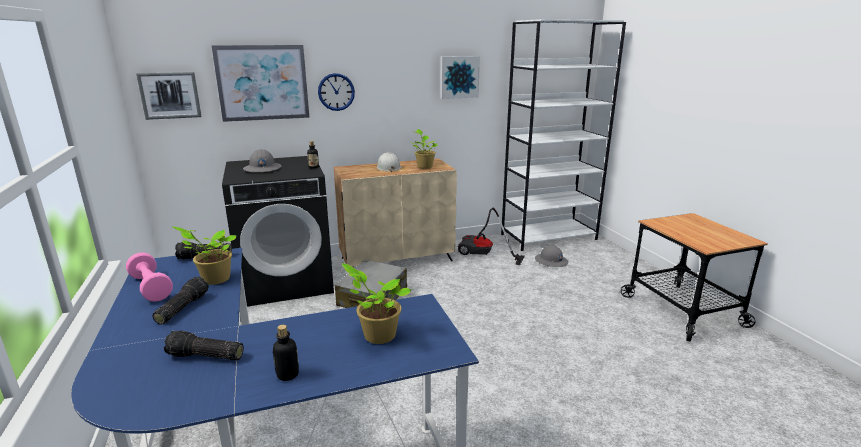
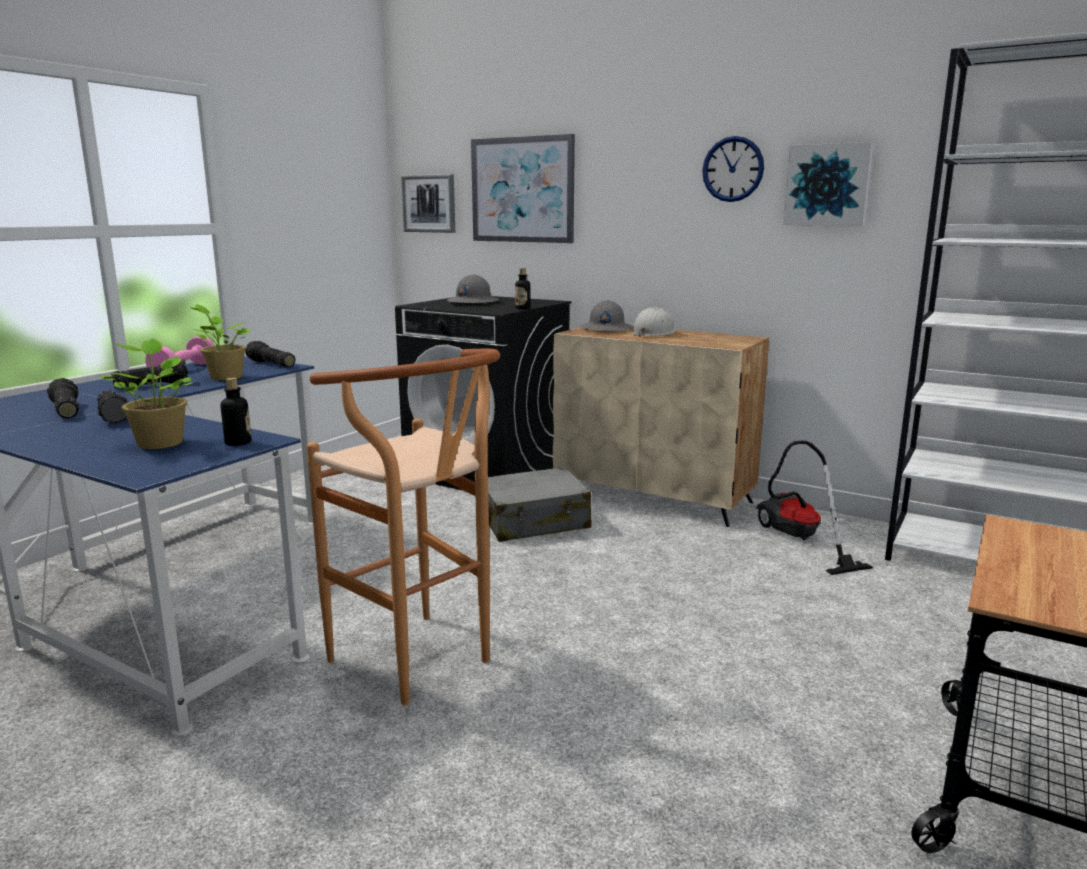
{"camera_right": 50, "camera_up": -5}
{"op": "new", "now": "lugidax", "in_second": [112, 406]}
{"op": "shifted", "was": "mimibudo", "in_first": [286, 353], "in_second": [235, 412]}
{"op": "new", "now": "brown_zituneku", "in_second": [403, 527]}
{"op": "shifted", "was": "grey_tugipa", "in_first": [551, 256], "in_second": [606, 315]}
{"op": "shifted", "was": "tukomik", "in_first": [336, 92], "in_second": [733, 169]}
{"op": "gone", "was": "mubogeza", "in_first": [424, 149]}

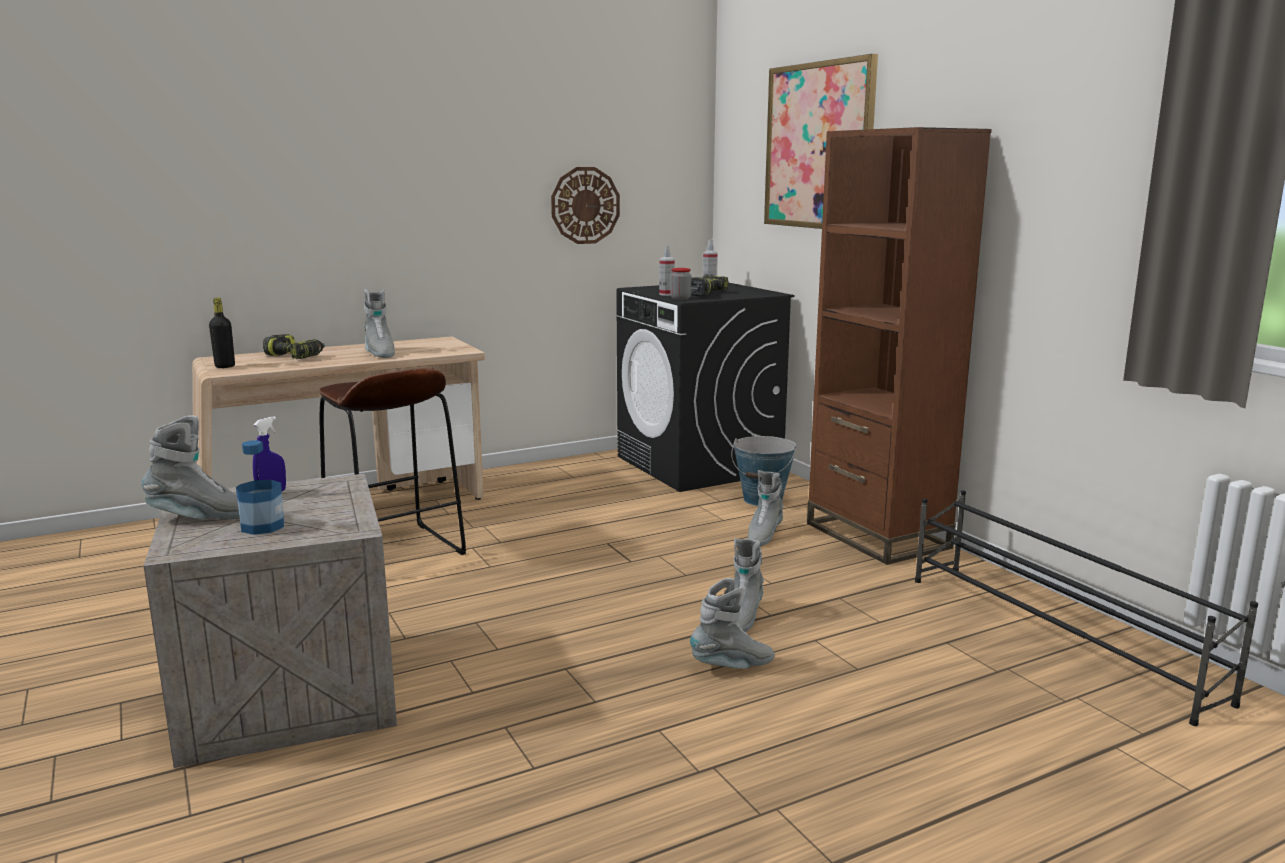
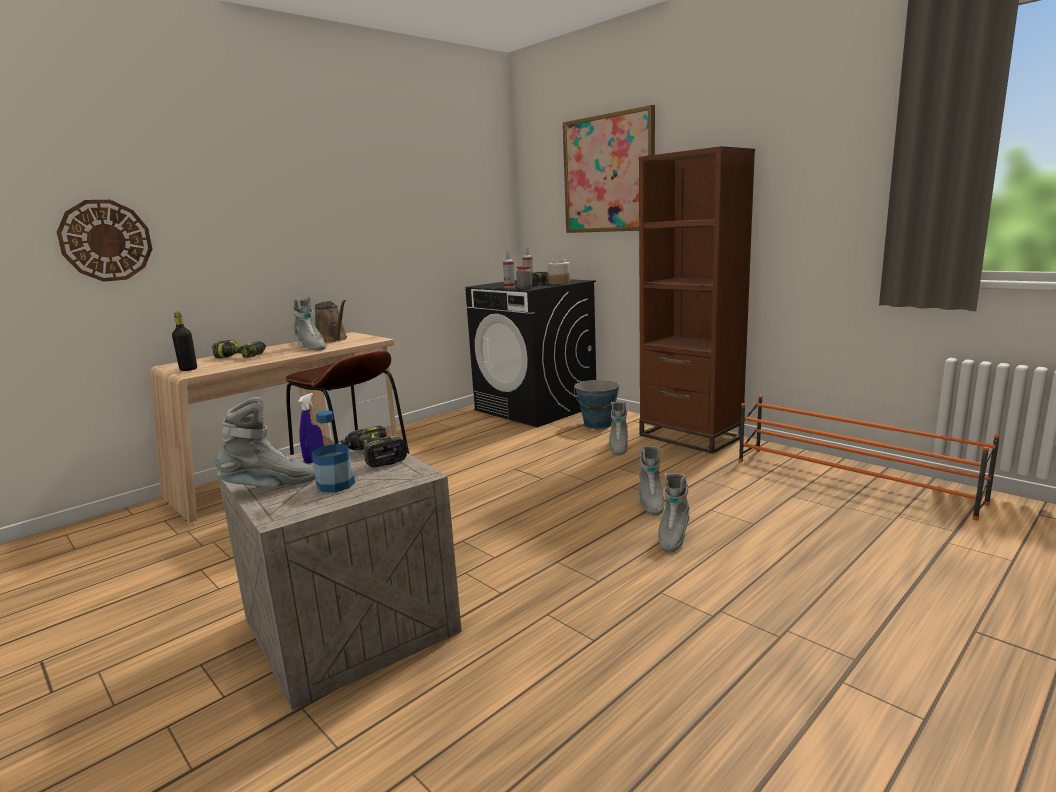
{"camera_right": -15, "camera_up": 0}
{"op": "shifted", "was": "tukomik", "in_first": [585, 205], "in_second": [104, 241]}
{"op": "new", "now": "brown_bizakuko", "in_second": [331, 321]}
{"op": "new", "now": "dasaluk", "in_second": [374, 447]}
{"op": "new", "now": "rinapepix", "in_second": [559, 271]}
{"op": "rotated", "was": "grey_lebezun", "in_first": [732, 623], "in_second": [674, 513], "clockwise": 150}
{"op": "repainted", "was": "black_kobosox", "now": "orange_kobosox", "in_first": [1086, 608], "in_second": [869, 458]}

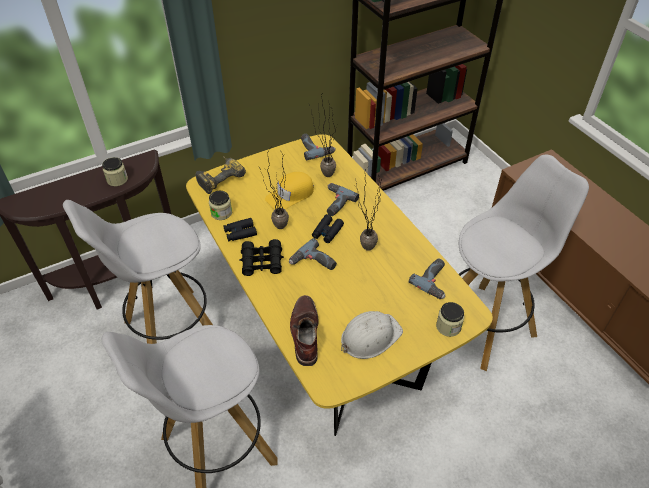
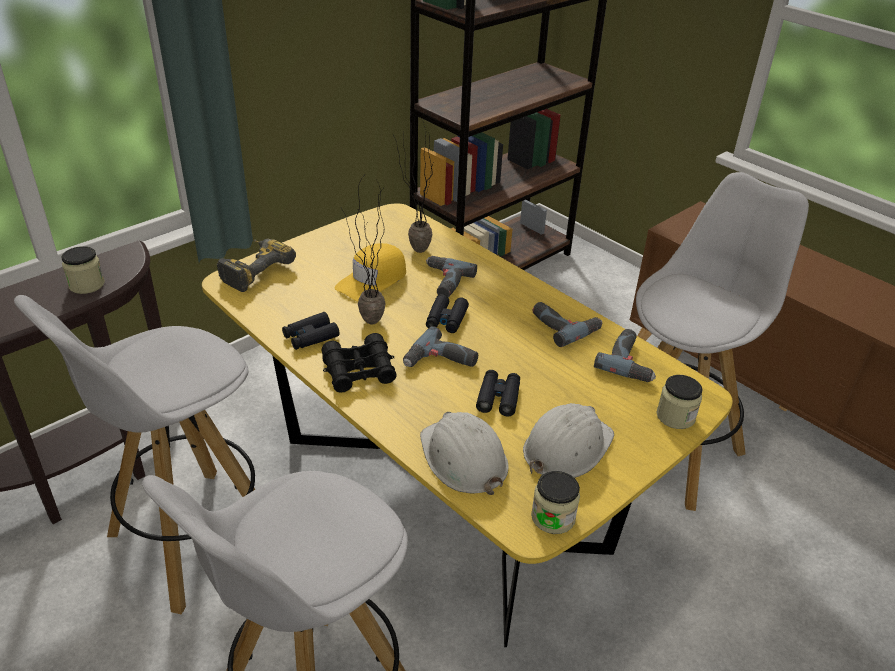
{"camera_right": -15, "camera_up": -10}
{"op": "swapped", "was": "brown_lebezun", "now": "white_tugipa", "in_first": [304, 330], "in_second": [464, 453]}
{"op": "new", "now": "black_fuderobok", "in_second": [498, 393]}
{"op": "shifted", "was": "rinapepix", "in_first": [220, 205], "in_second": [555, 502]}
{"op": "shifted", "was": "dasaluk", "in_first": [318, 147], "in_second": [567, 324]}
{"op": "gone", "was": "mubogeza", "in_first": [368, 209]}

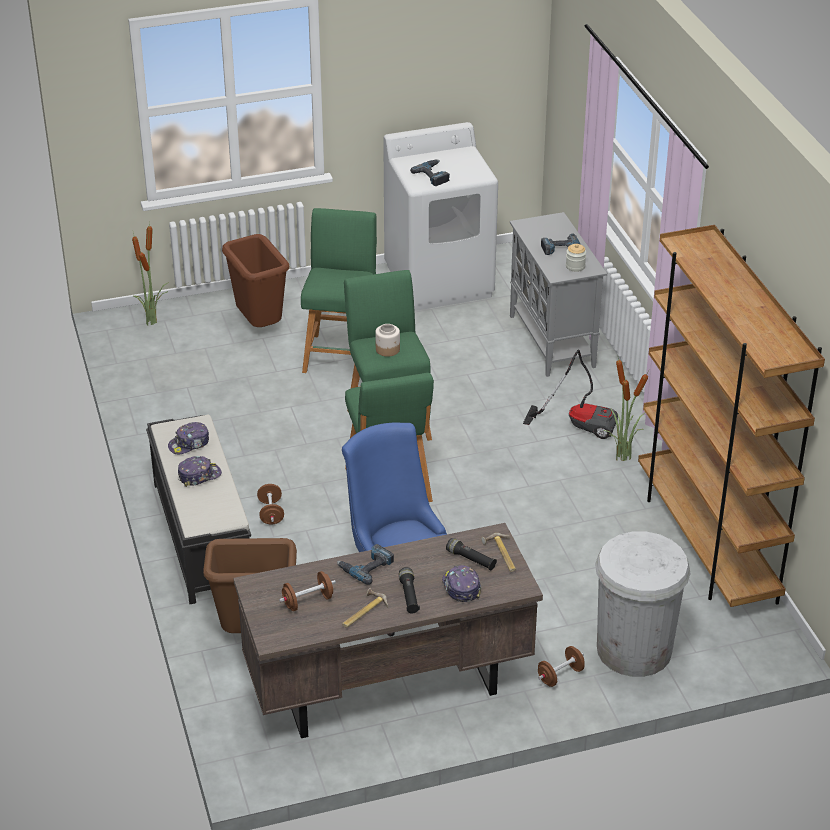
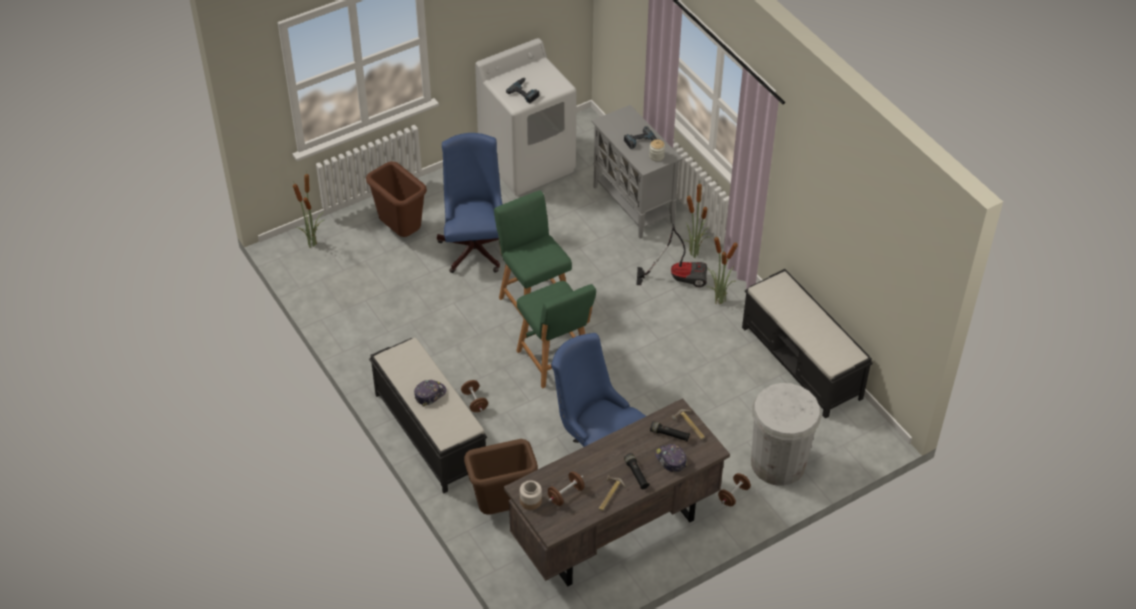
{"camera_right": -15, "camera_up": 10}
{"op": "swapped", "was": "green_zituneku", "now": "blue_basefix", "in_first": [339, 290], "in_second": [469, 203]}
{"op": "shifted", "was": "rinapepix", "in_first": [387, 340], "in_second": [531, 495]}
{"op": "new", "now": "mubogeza", "in_second": [697, 220]}
{"op": "swapped", "was": "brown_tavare", "now": "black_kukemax", "in_first": [731, 416], "in_second": [807, 344]}
{"op": "gone", "was": "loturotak", "in_first": [188, 438]}
{"op": "gone", "was": "dasaluk", "in_first": [365, 564]}

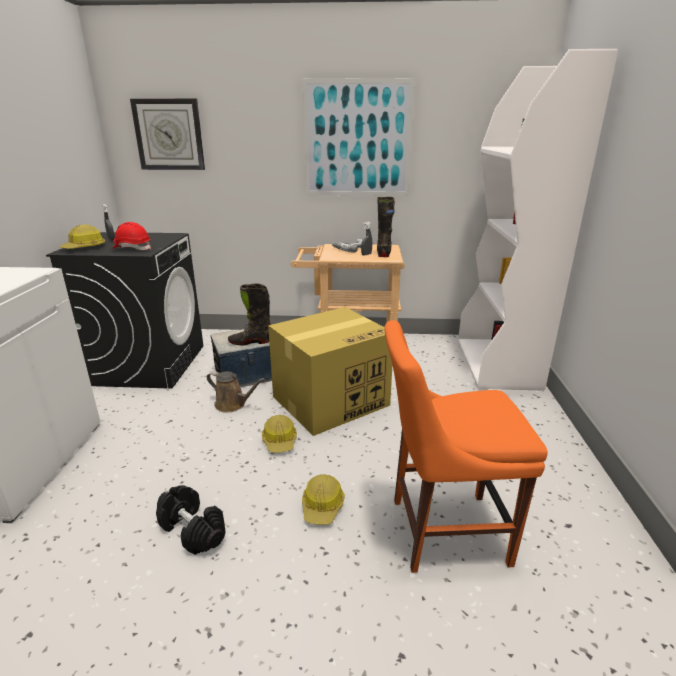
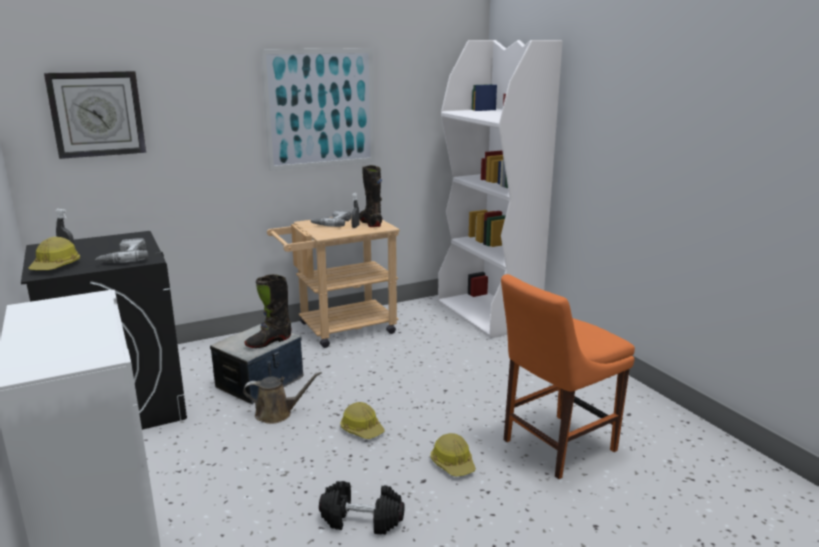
{"camera_right": -30, "camera_up": -5}
{"op": "swapped", "was": "red_tugipa", "now": "dasaluk", "in_first": [131, 236], "in_second": [121, 250]}
{"op": "gone", "was": "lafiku", "in_first": [330, 371]}

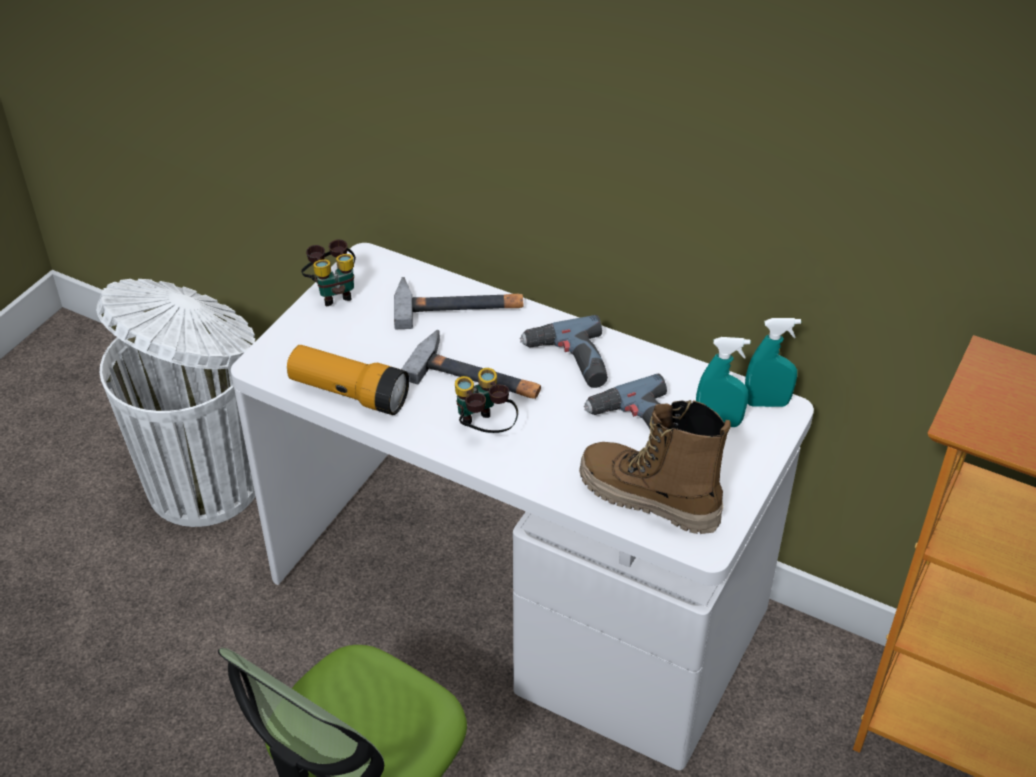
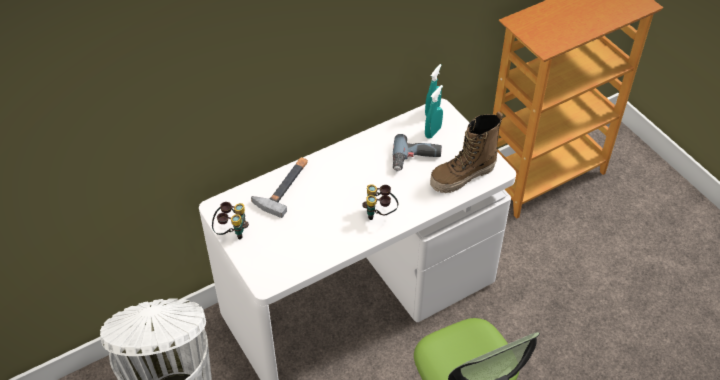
{"camera_right": -60, "camera_up": 5}
{"op": "gone", "was": "lugidax", "in_first": [348, 380]}
{"op": "gone", "was": "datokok", "in_first": [471, 364]}
{"op": "gone", "was": "dasaluk", "in_first": [564, 351]}

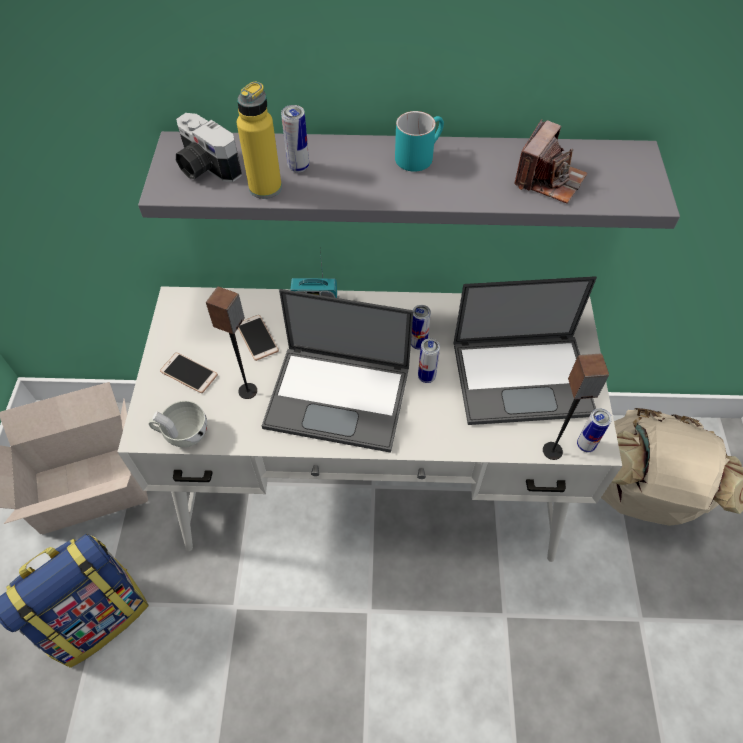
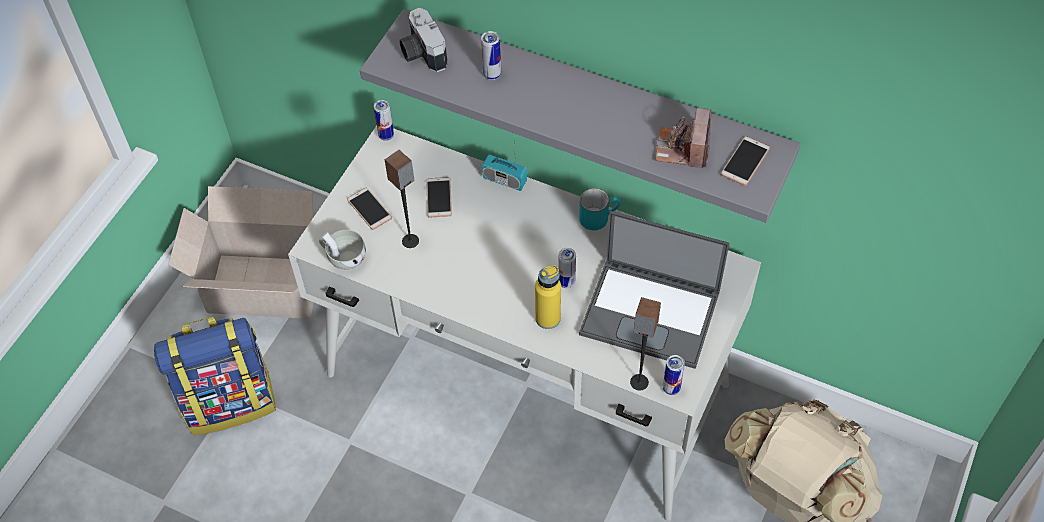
{"camera_right": 25, "camera_up": 0}
{"op": "shifted", "was": "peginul", "in_first": [421, 327], "in_second": [384, 120]}
{"op": "shifted", "was": "yellow_mimibudo", "in_first": [259, 140], "in_second": [548, 297]}
{"op": "shifted", "was": "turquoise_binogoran", "in_first": [419, 141], "in_second": [600, 209]}
{"op": "rotated", "was": "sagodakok", "in_first": [550, 161], "in_second": [683, 138], "clockwise": 135}
{"op": "new", "now": "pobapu", "in_second": [745, 161]}
{"op": "gone", "was": "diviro", "in_first": [337, 371]}

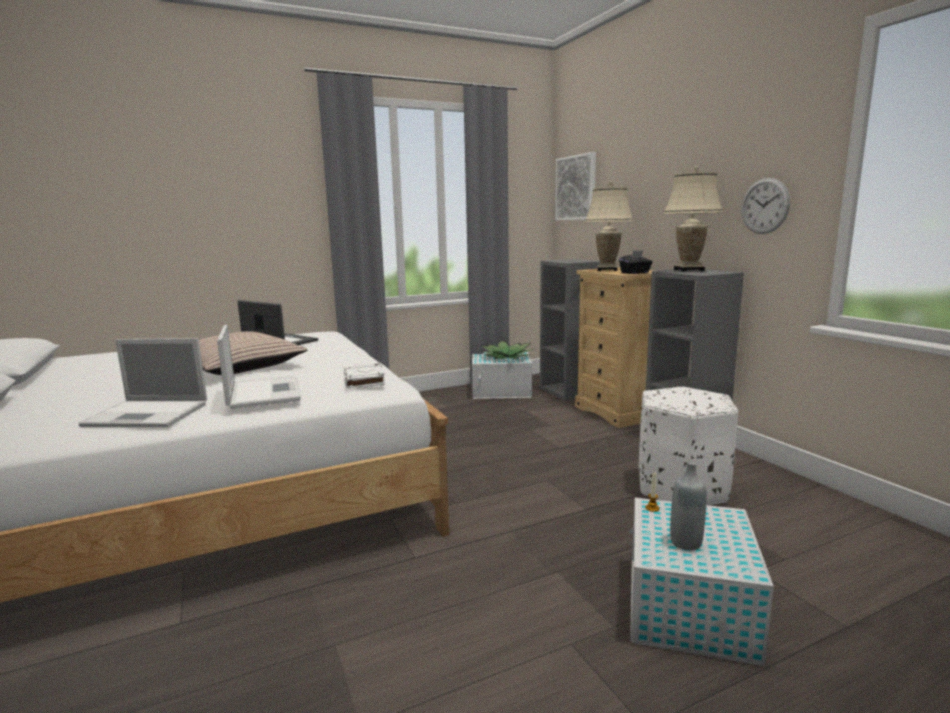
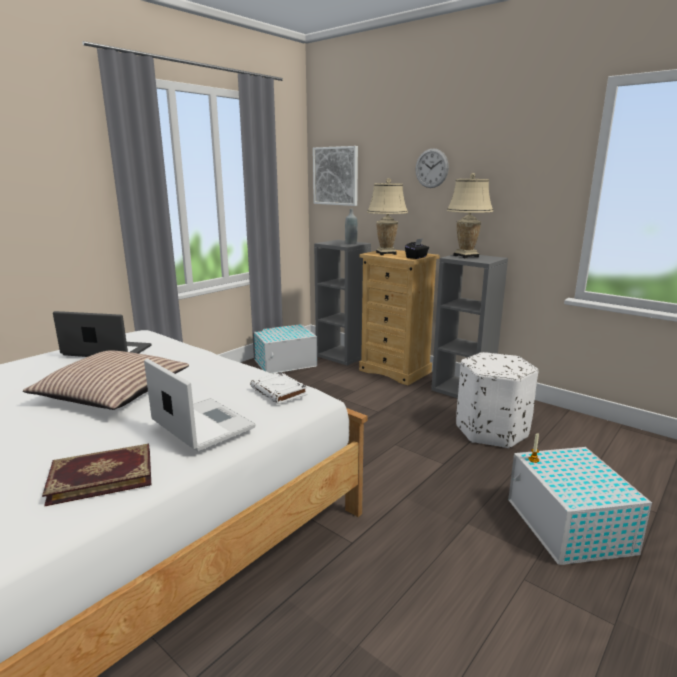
{"camera_right": -25, "camera_up": 5}
{"op": "swapped", "was": "diviro", "now": "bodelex", "in_first": [142, 382], "in_second": [96, 475]}
{"op": "shifted", "was": "grey_mimibudo", "in_first": [688, 506], "in_second": [351, 226]}
{"op": "shifted", "was": "tukomik", "in_first": [765, 206], "in_second": [432, 168]}
{"op": "gone", "was": "mubogeza", "in_first": [507, 349]}

